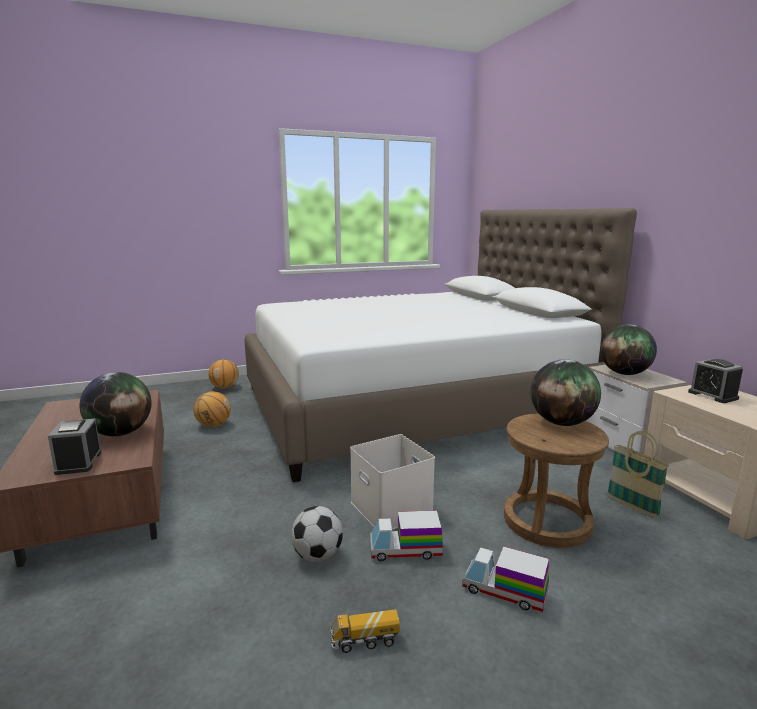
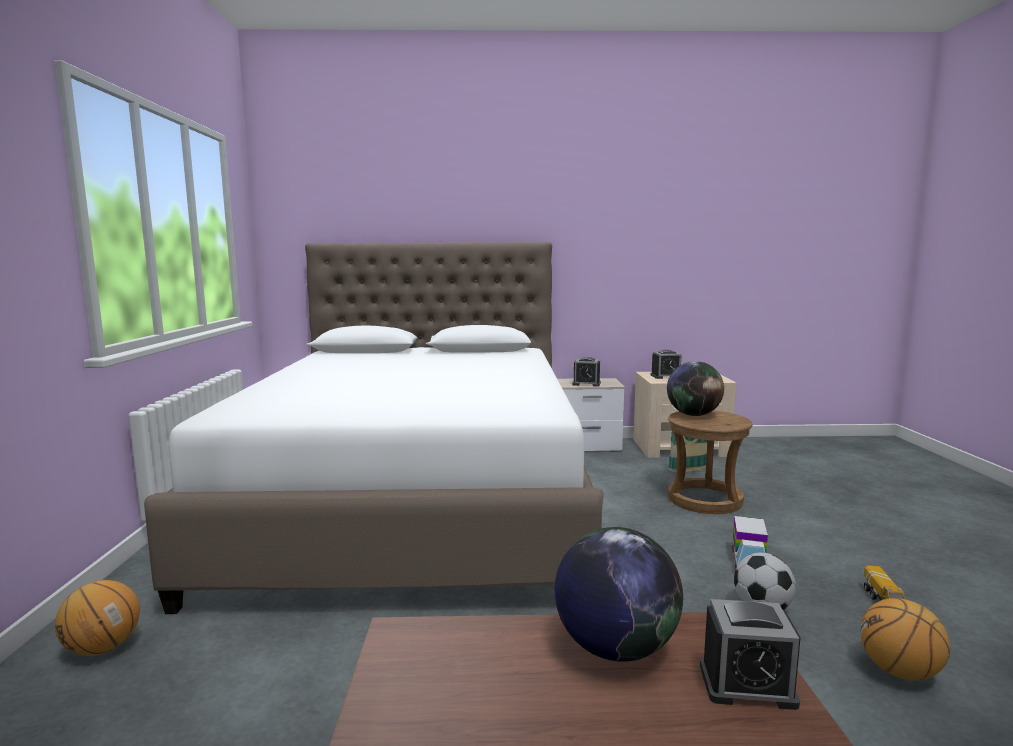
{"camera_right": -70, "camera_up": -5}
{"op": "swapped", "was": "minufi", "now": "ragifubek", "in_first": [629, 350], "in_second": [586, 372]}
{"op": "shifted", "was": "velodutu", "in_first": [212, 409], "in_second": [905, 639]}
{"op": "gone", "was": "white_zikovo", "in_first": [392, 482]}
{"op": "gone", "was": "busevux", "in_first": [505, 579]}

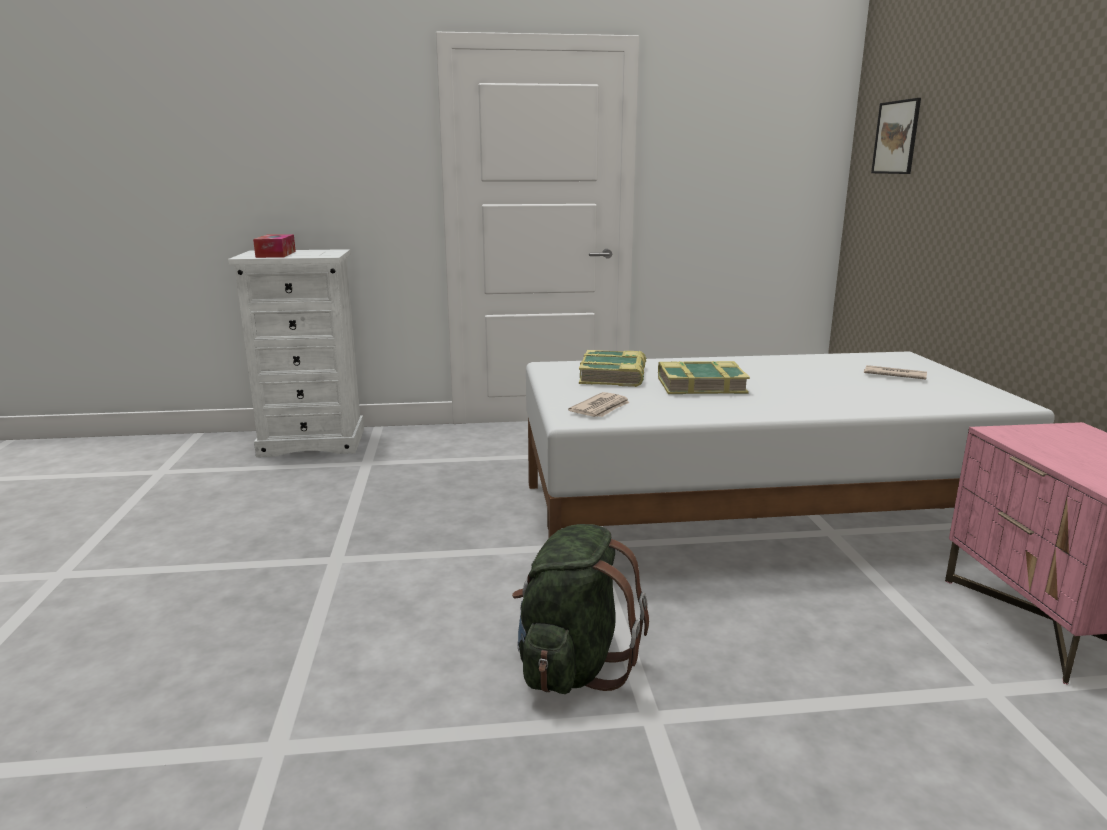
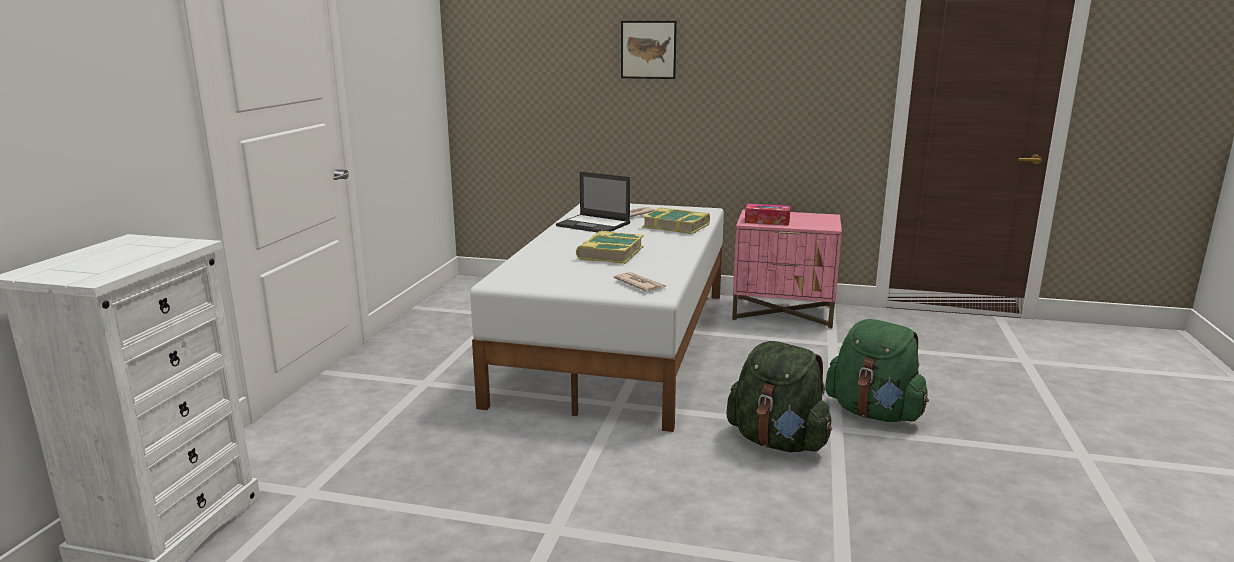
{"camera_right": -70, "camera_up": 0}
{"op": "new", "now": "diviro", "in_second": [593, 202]}
{"op": "shifted", "was": "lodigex", "in_first": [896, 136], "in_second": [649, 50]}
{"op": "shifted", "was": "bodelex", "in_first": [612, 368], "in_second": [676, 220]}
{"op": "shifted", "was": "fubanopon", "in_first": [274, 246], "in_second": [768, 215]}
{"op": "new", "now": "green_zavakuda", "in_second": [877, 370]}

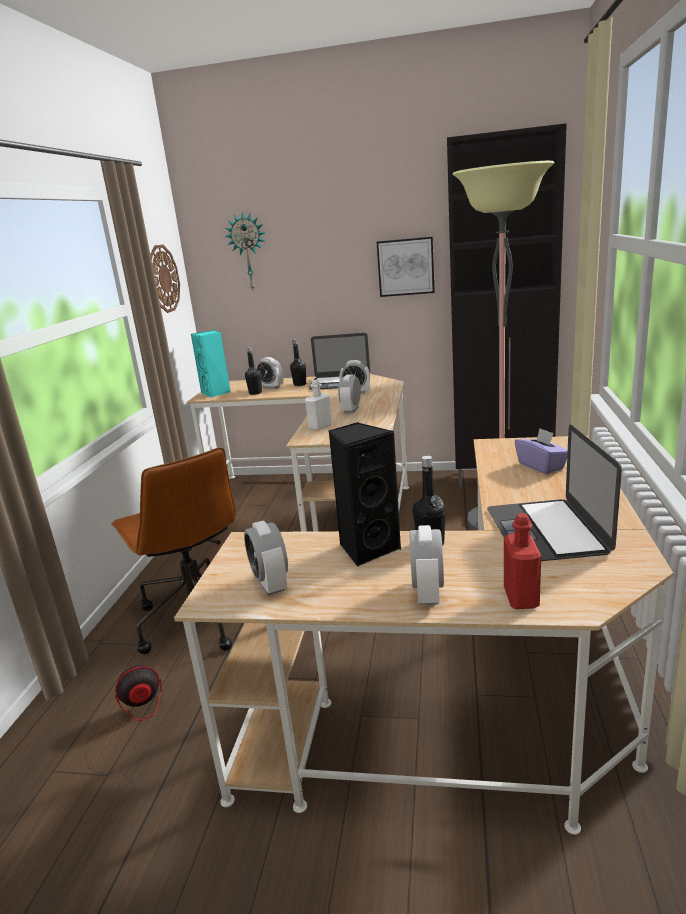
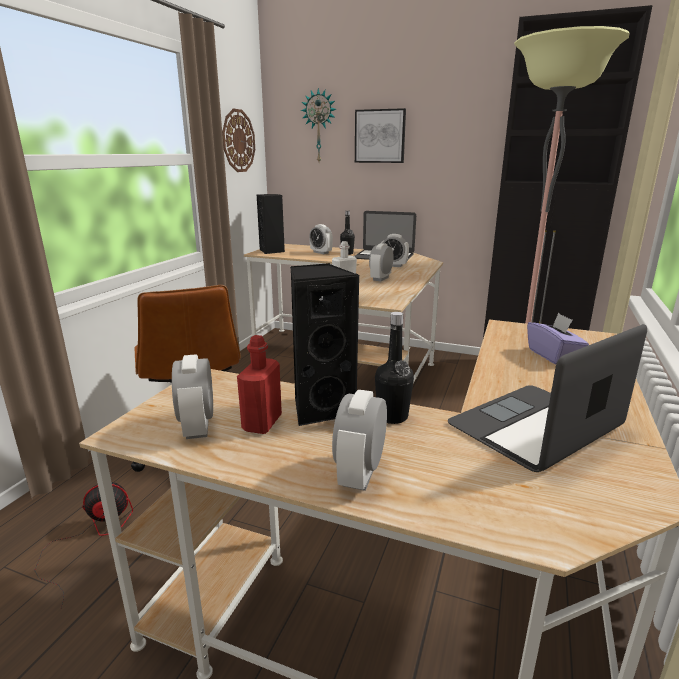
{"camera_right": 10, "camera_up": 0}
{"op": "shifted", "was": "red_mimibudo", "in_first": [522, 561], "in_second": [259, 384]}
{"op": "repainted", "was": "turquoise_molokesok", "now": "black_molokesok", "in_first": [211, 364], "in_second": [271, 224]}
{"op": "shifted", "was": "lodigex", "in_first": [406, 267], "in_second": [380, 135]}
{"op": "rotated", "was": "diviro", "in_first": [554, 492], "in_second": [547, 398], "clockwise": 45}
{"op": "gone", "was": "black_mimibudo", "in_first": [253, 371]}

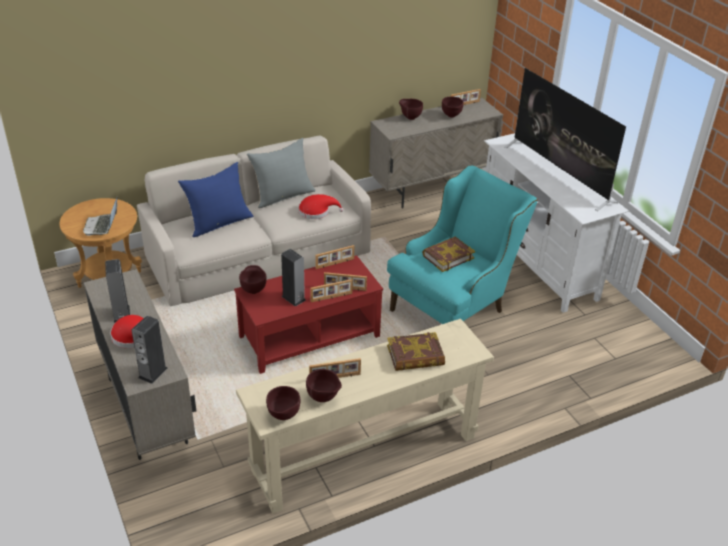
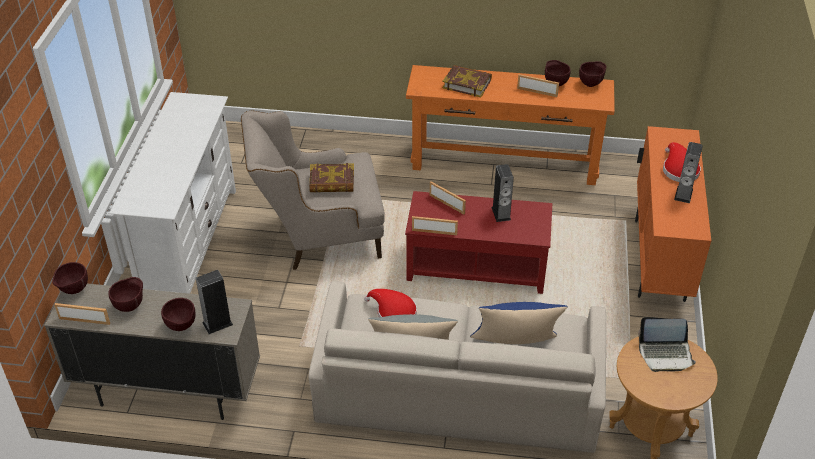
{"camera_right": -145, "camera_up": 5}
{"op": "shifted", "was": "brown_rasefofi", "in_first": [253, 279], "in_second": [70, 278]}
{"op": "shifted", "was": "molokesok", "in_first": [149, 350], "in_second": [214, 302]}
{"op": "repainted", "was": "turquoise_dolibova", "now": "beige_dolibova", "in_first": [462, 244], "in_second": [313, 190]}
{"op": "repainted", "was": "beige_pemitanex", "now": "orange_pemitanex", "in_first": [365, 416], "in_second": [510, 125]}
{"op": "repainted", "was": "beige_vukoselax", "now": "orange_vukoselax", "in_first": [140, 364], "in_second": [673, 214]}
{"op": "rotated", "was": "diviro", "in_first": [100, 215], "in_second": [667, 344], "clockwise": 60}
{"op": "gone", "was": "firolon", "in_first": [331, 290]}
{"op": "gone", "was": "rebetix", "in_first": [565, 139]}

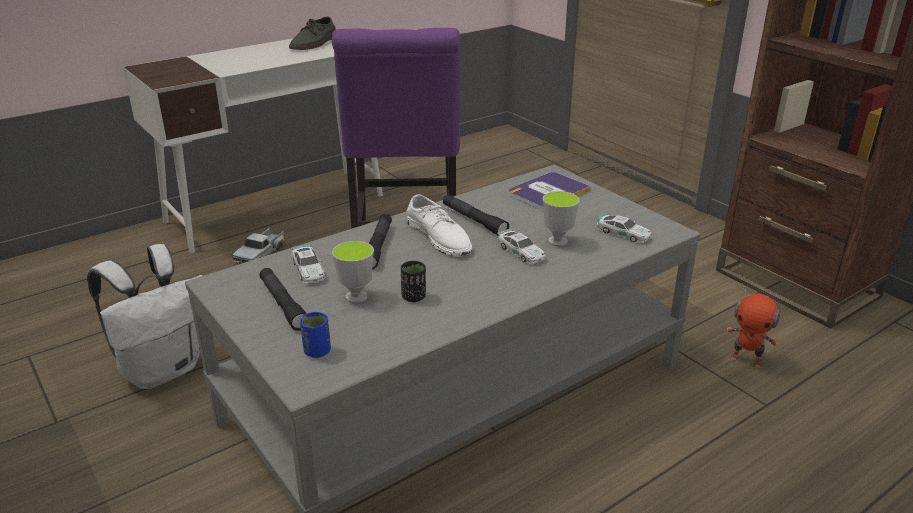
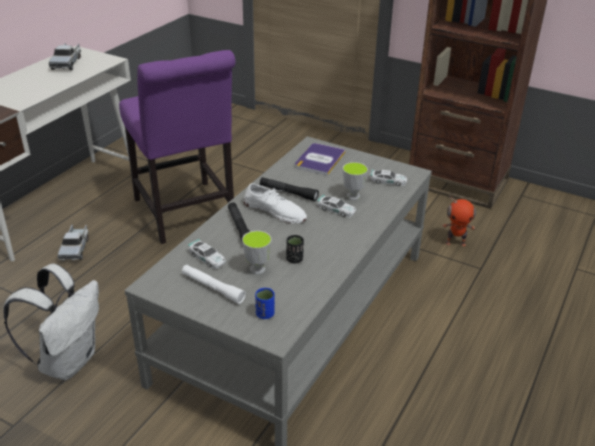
{"camera_right": -25, "camera_up": 5}
{"op": "swapped", "was": "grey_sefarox", "now": "busevux", "in_first": [312, 33], "in_second": [65, 56]}
{"op": "repainted", "was": "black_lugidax", "now": "white_lugidax", "in_first": [283, 299], "in_second": [214, 284]}

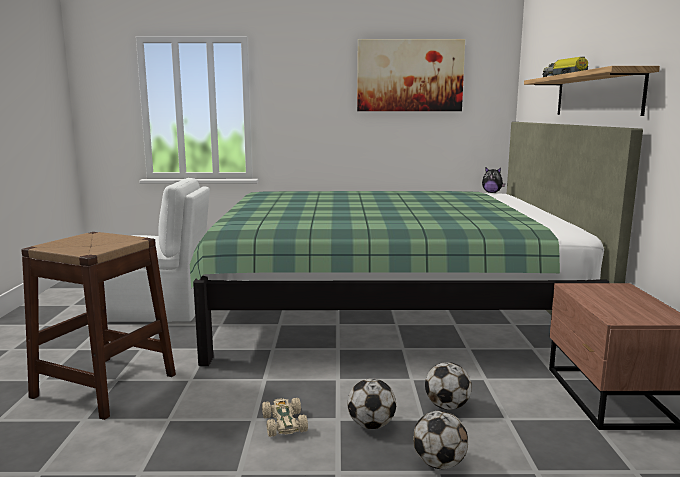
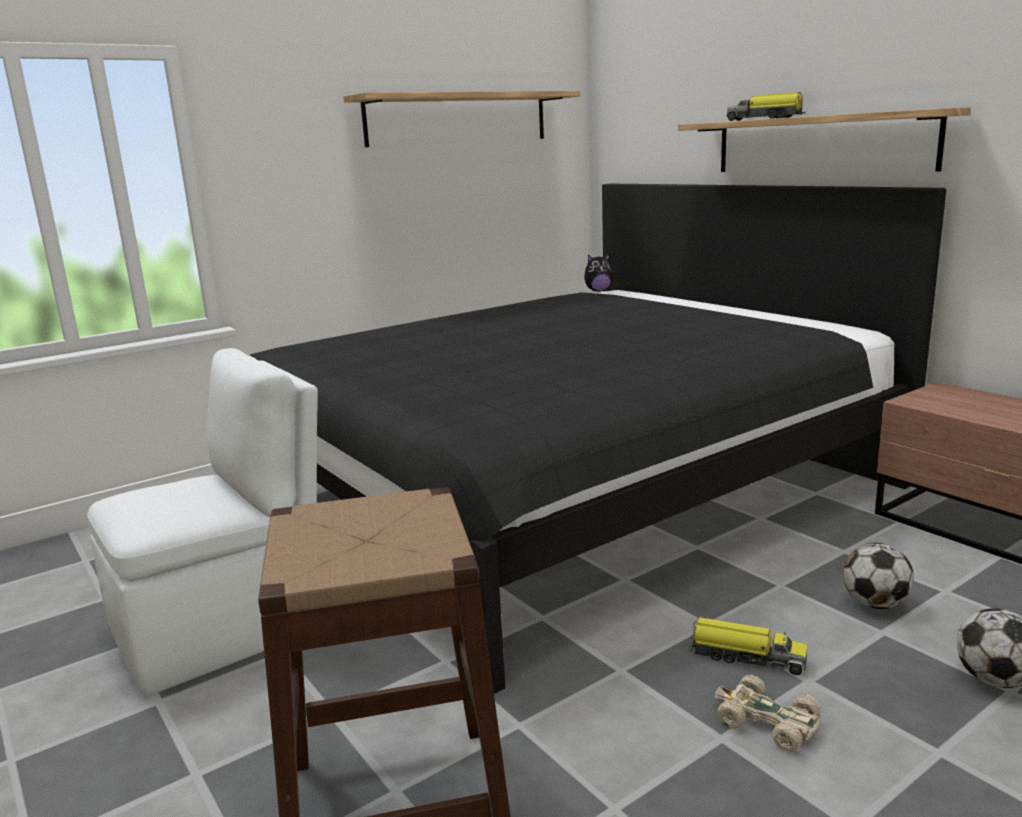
{"camera_right": -35, "camera_up": 5}
{"op": "repainted", "was": "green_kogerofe", "now": "black_kogerofe", "in_first": [416, 244], "in_second": [597, 439]}
{"op": "swapped", "was": "lodigex", "now": "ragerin", "in_first": [411, 75], "in_second": [462, 119]}
{"op": "new", "now": "busevux", "in_second": [748, 646]}
{"op": "gone", "was": "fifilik", "in_first": [371, 404]}

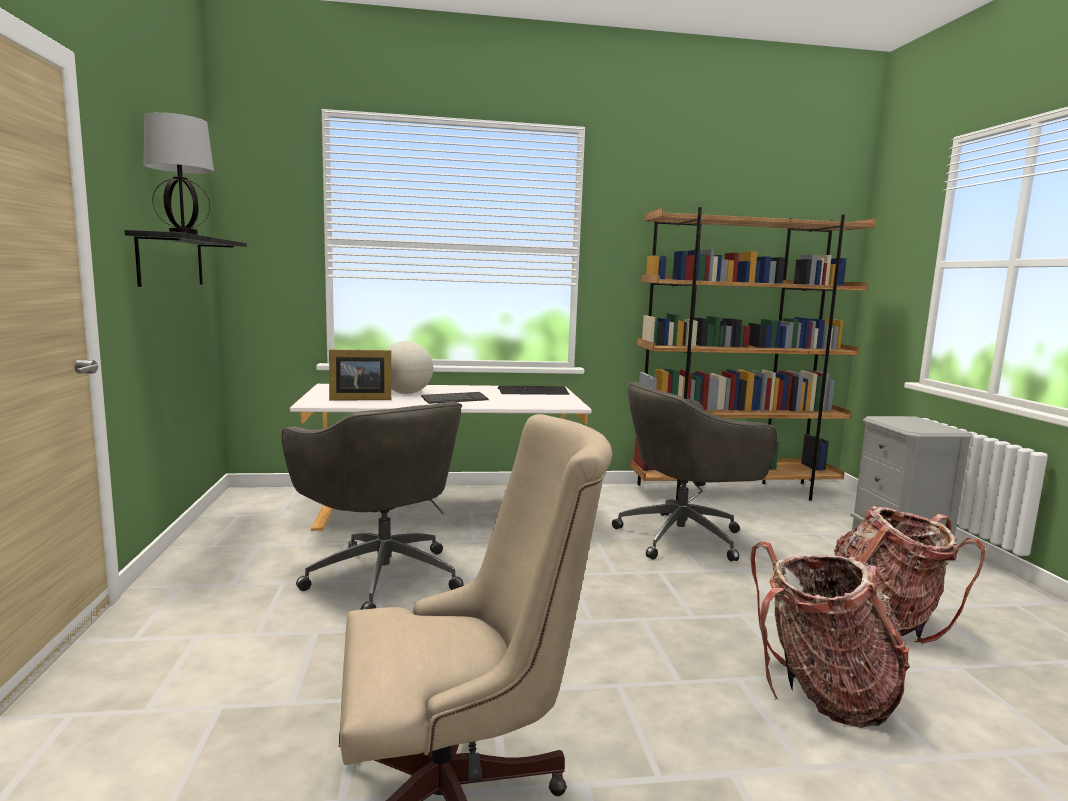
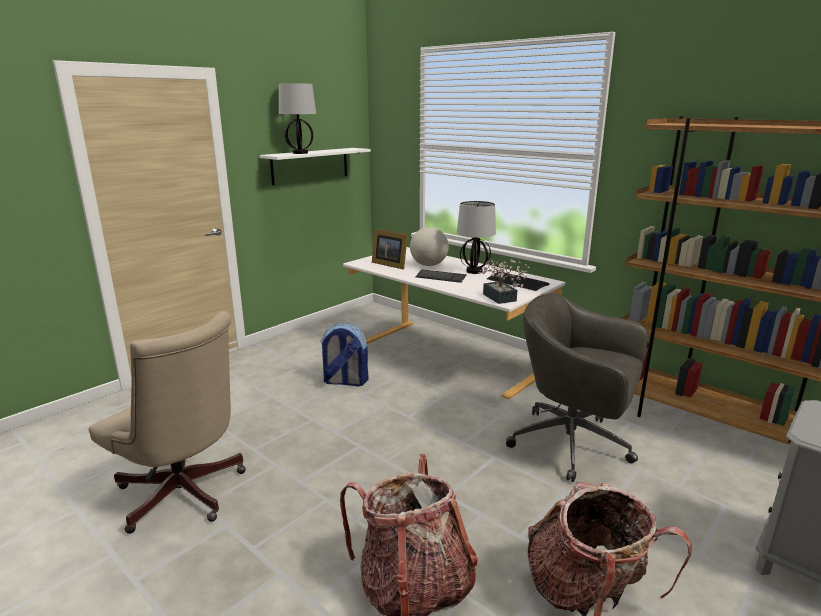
{"camera_right": 50, "camera_up": 10}
{"op": "repainted", "was": "black_ragerin", "now": "white_ragerin", "in_first": [185, 258], "in_second": [315, 166]}
{"op": "swapped", "was": "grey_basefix", "now": "zavakuda", "in_first": [373, 505], "in_second": [344, 354]}
{"op": "new", "now": "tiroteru", "in_second": [476, 237]}
{"op": "new", "now": "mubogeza", "in_second": [504, 281]}

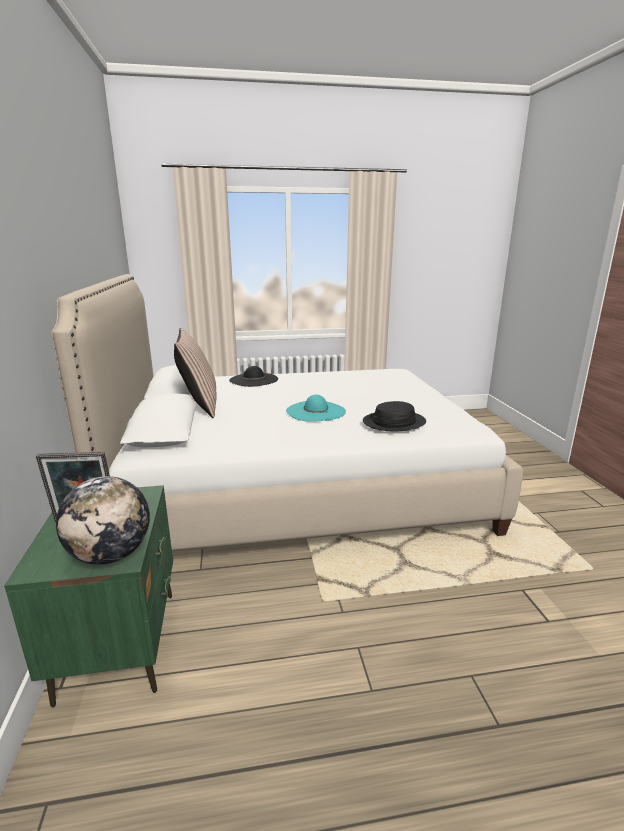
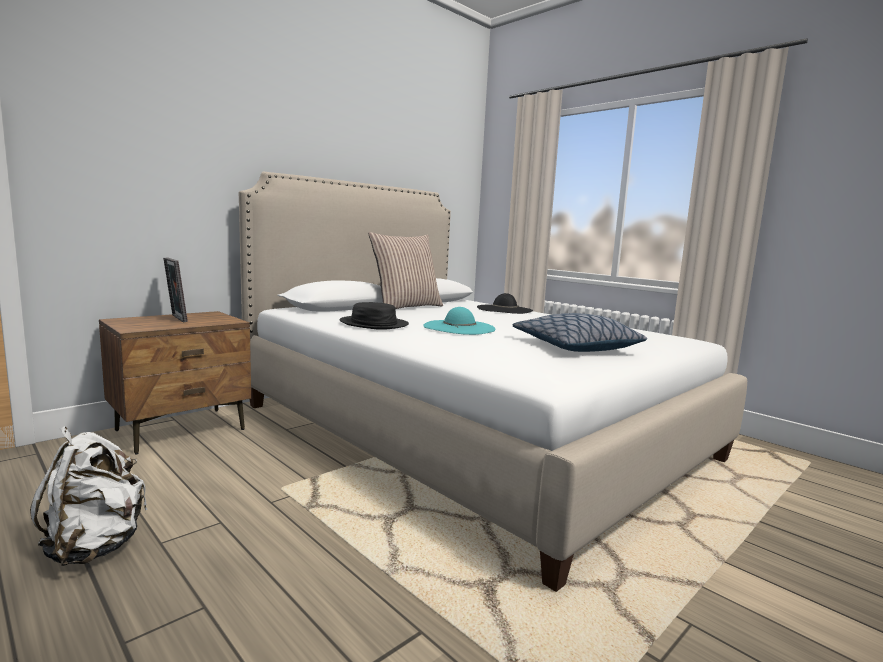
{"camera_right": 55, "camera_up": -10}
{"op": "new", "now": "white_zavakuda", "in_second": [89, 496]}
{"op": "repainted", "was": "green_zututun", "now": "brown_zututun", "in_first": [88, 596], "in_second": [175, 383]}
{"op": "shifted", "was": "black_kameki", "in_first": [394, 416], "in_second": [374, 316]}
{"op": "new", "now": "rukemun", "in_second": [579, 332]}
{"op": "gone", "was": "minufi", "in_first": [103, 520]}

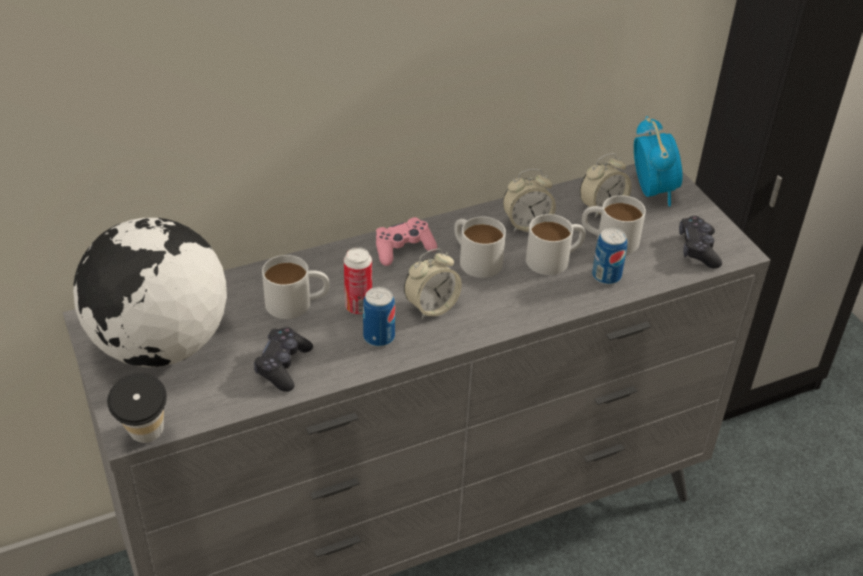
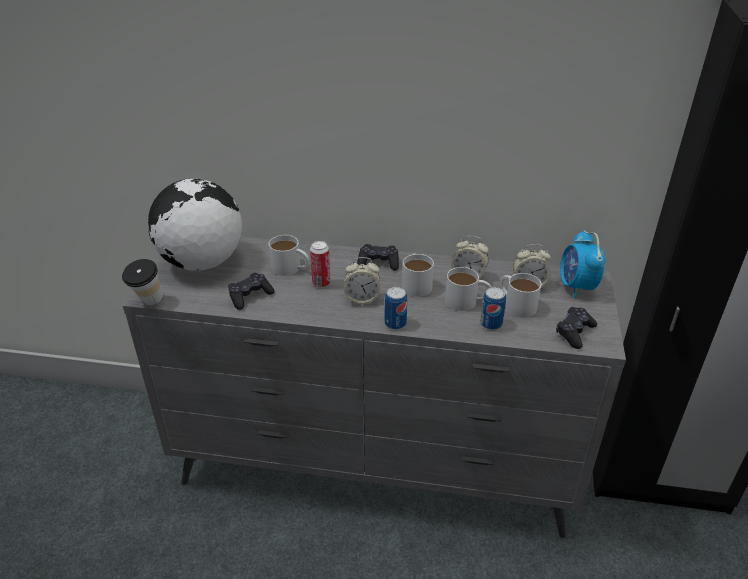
{"camera_right": 35, "camera_up": -5}
{"op": "repainted", "was": "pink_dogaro", "now": "black_dogaro", "in_first": [407, 241], "in_second": [378, 257]}
{"op": "shifted", "was": "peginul", "in_first": [379, 317], "in_second": [395, 308]}
{"op": "rotated", "was": "ragifubek", "in_first": [658, 161], "in_second": [582, 264], "clockwise": 150}

